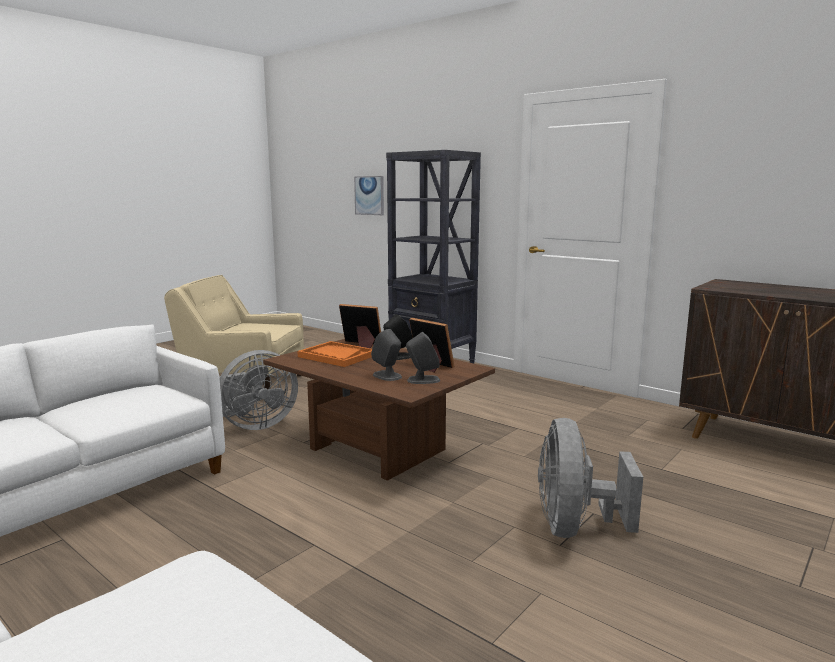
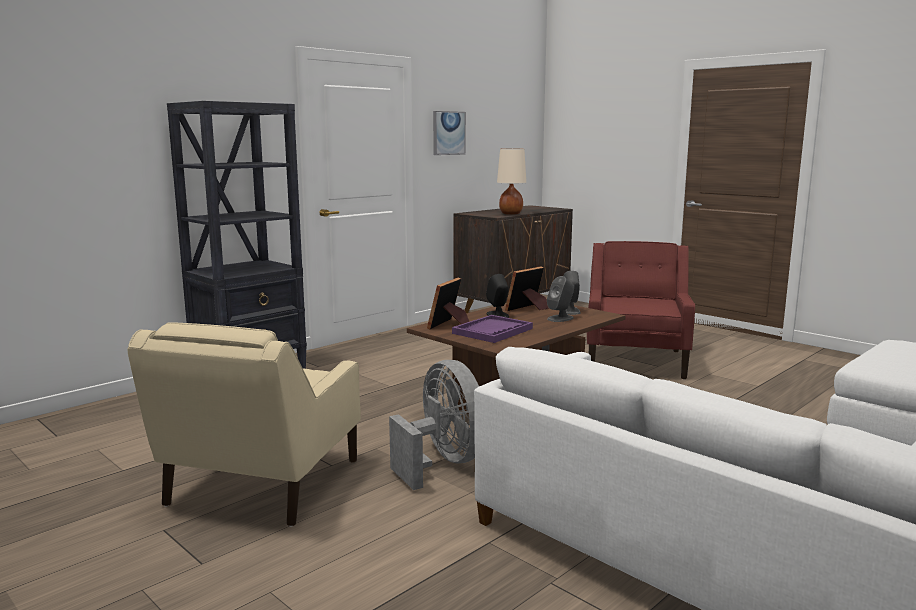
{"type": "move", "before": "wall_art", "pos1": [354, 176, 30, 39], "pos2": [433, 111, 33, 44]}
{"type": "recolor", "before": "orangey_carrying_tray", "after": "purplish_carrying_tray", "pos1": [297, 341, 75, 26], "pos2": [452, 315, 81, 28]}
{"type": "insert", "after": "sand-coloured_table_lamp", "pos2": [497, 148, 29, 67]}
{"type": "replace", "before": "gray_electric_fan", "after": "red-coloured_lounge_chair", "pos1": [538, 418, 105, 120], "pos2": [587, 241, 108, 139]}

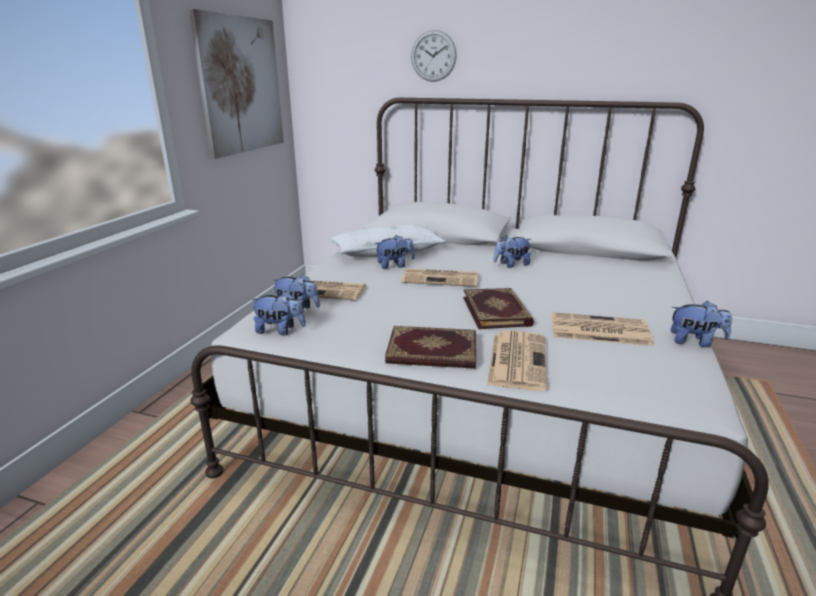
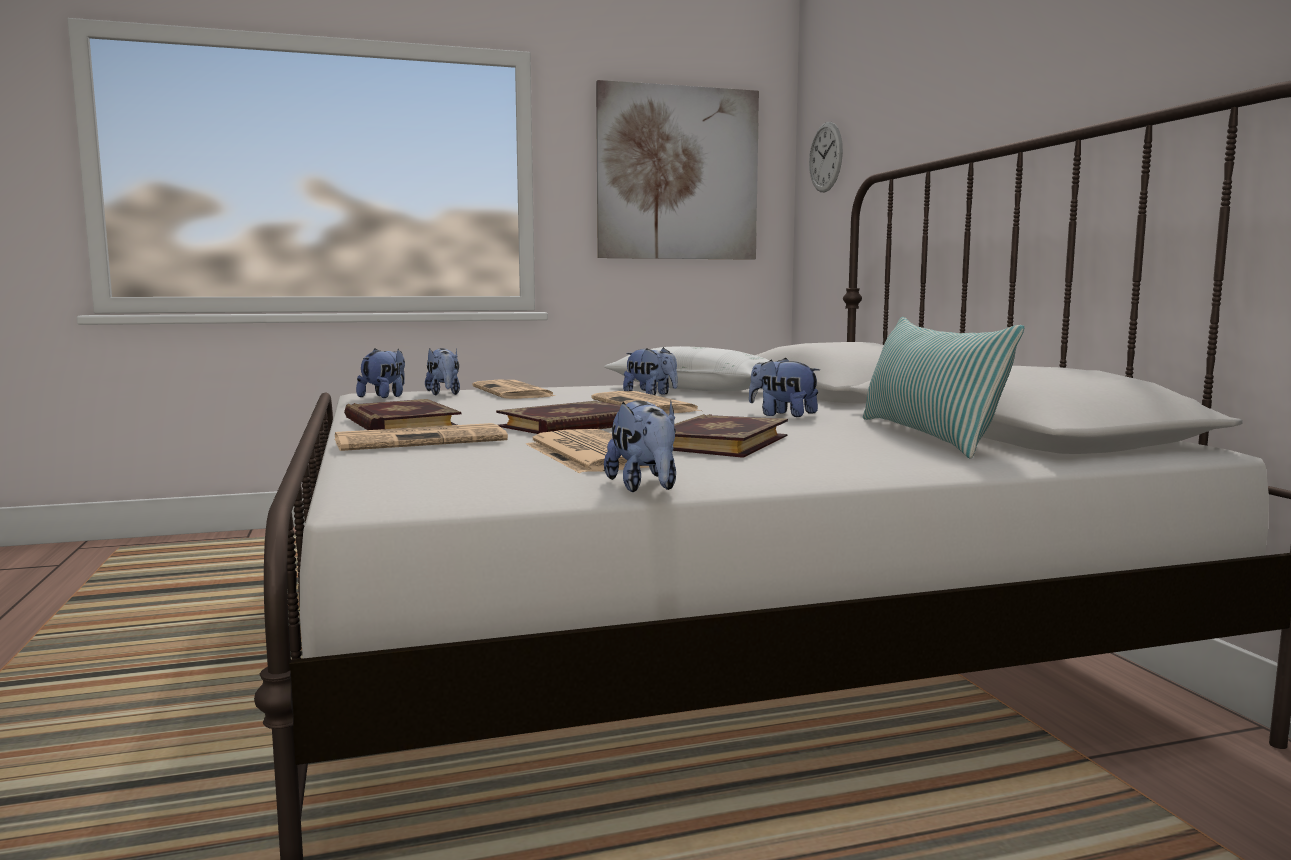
{"type": "rotate", "before": "soft_toy", "pos1": [251, 291, 55, 44], "pos2": [356, 348, 49, 50], "turn": -135}
{"type": "insert", "after": "book", "pos2": [673, 414, 115, 44]}
{"type": "move", "before": "wall_clock", "pos1": [411, 30, 46, 52], "pos2": [809, 122, 34, 70]}
{"type": "insert", "after": "pillow", "pos2": [863, 317, 161, 142]}

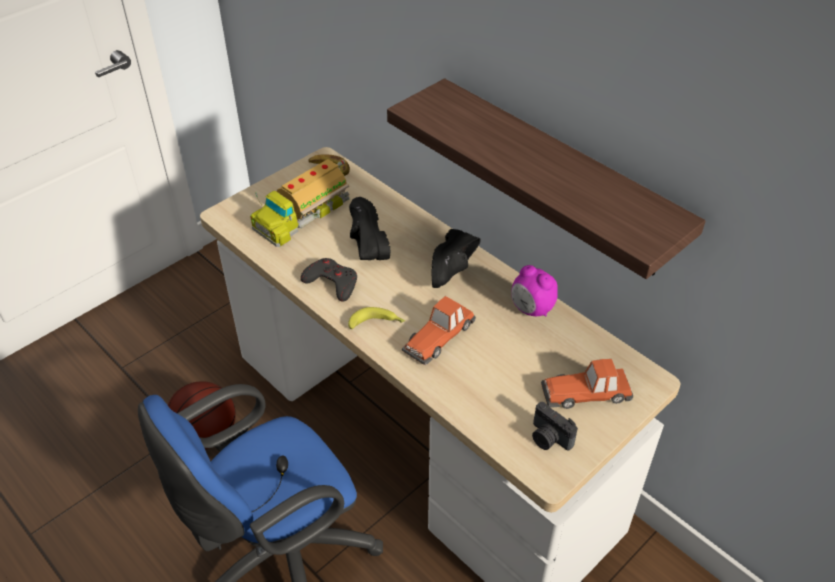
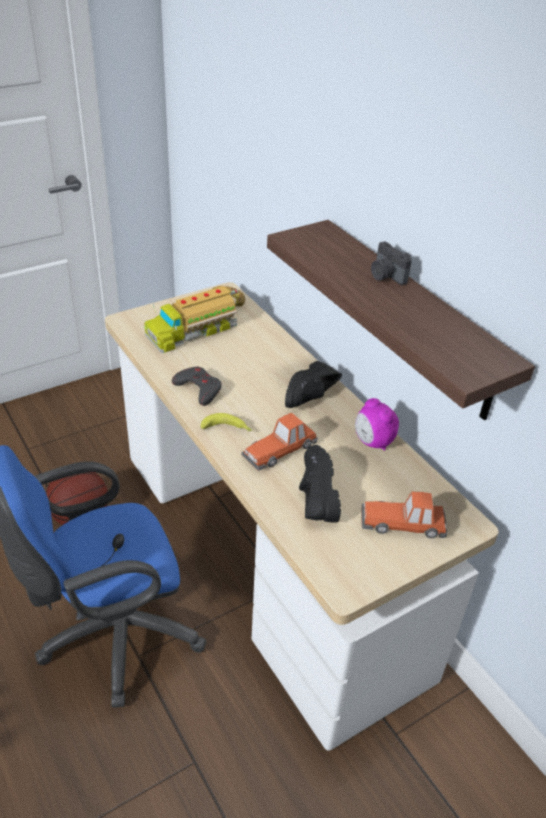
{"type": "move", "before": "black-coloured_low_shoe", "pos1": [349, 197, 41, 63], "pos2": [299, 445, 42, 78]}
{"type": "move", "before": "photo_camera", "pos1": [532, 402, 46, 49], "pos2": [371, 242, 41, 43]}

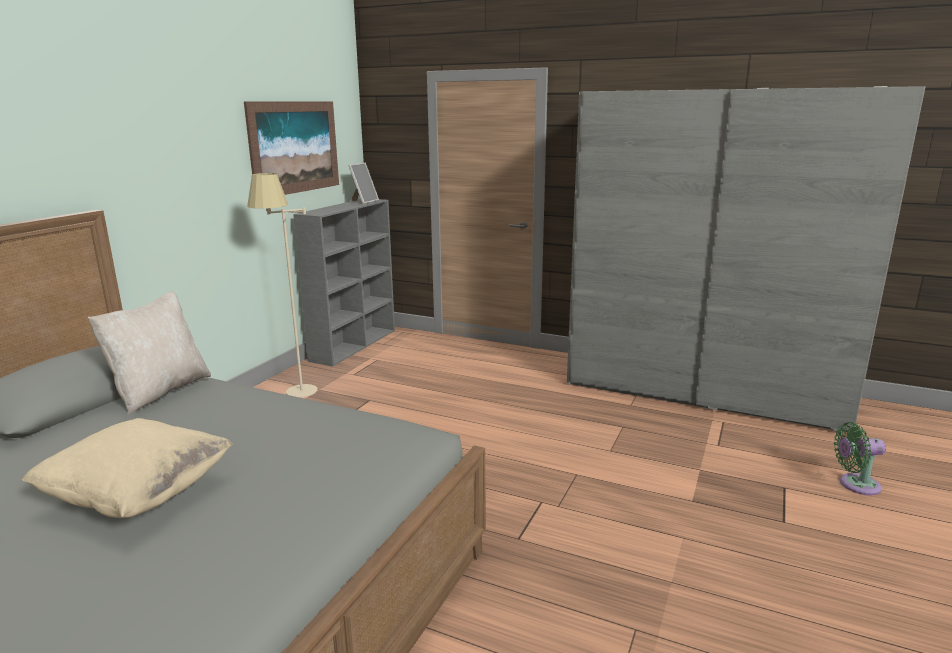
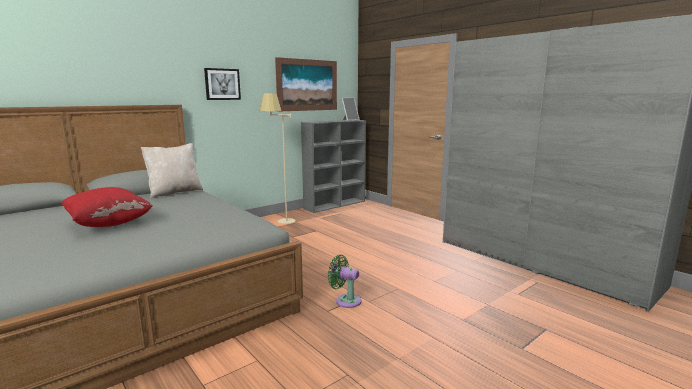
{"type": "recolor", "before": "sand-coloured_pillow", "after": "red-coloured_pillow", "pos1": [21, 418, 212, 100], "pos2": [61, 187, 91, 40]}
{"type": "insert", "after": "wall_art", "pos2": [204, 68, 37, 32]}
{"type": "move", "before": "greenish_electric_fan", "pos1": [834, 422, 52, 73], "pos2": [328, 255, 33, 53]}

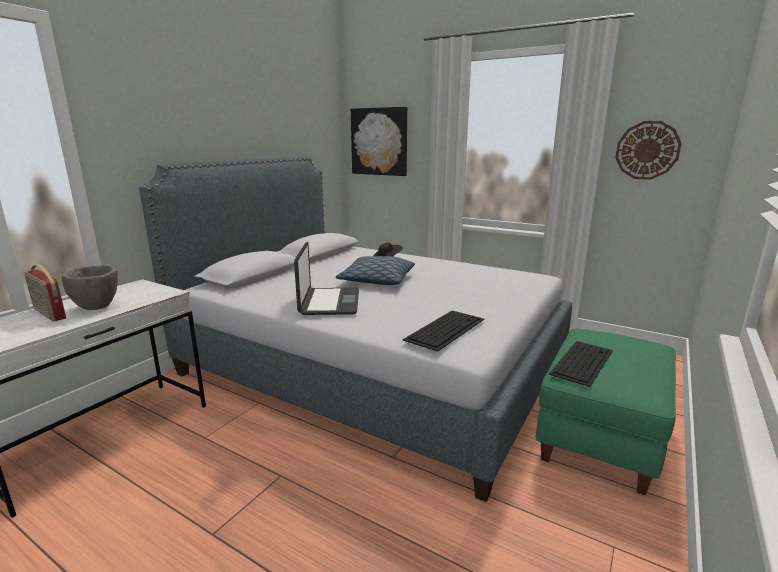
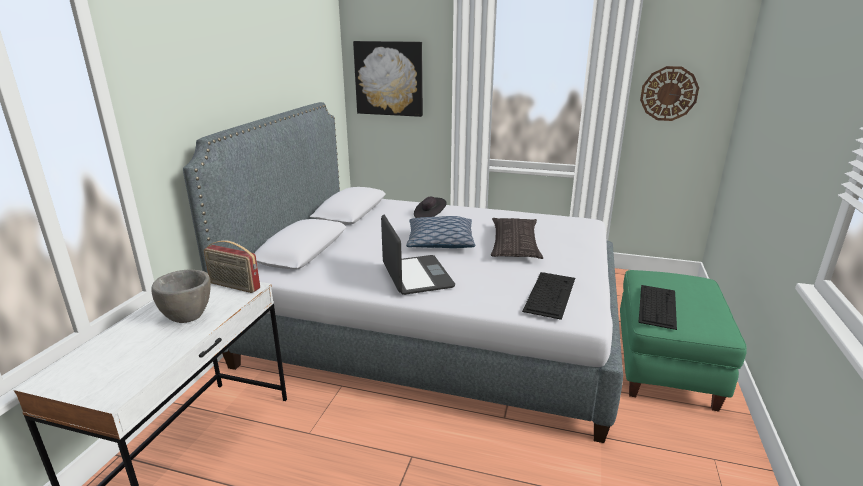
{"type": "move", "before": "radio", "pos1": [25, 265, 41, 56], "pos2": [204, 240, 56, 53]}
{"type": "insert", "after": "pillow", "pos2": [491, 218, 52, 41]}

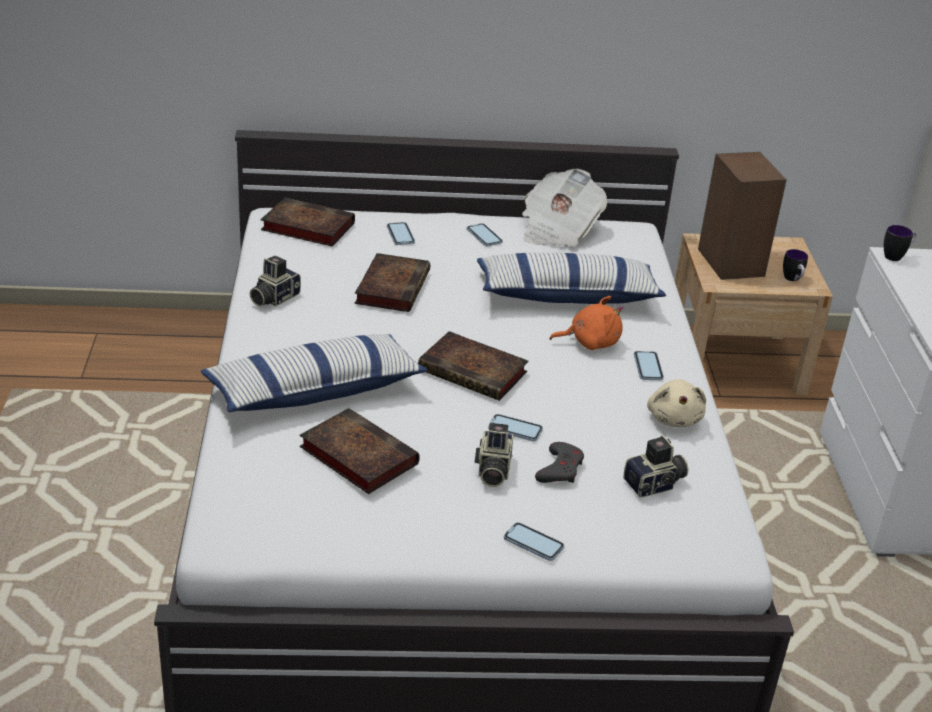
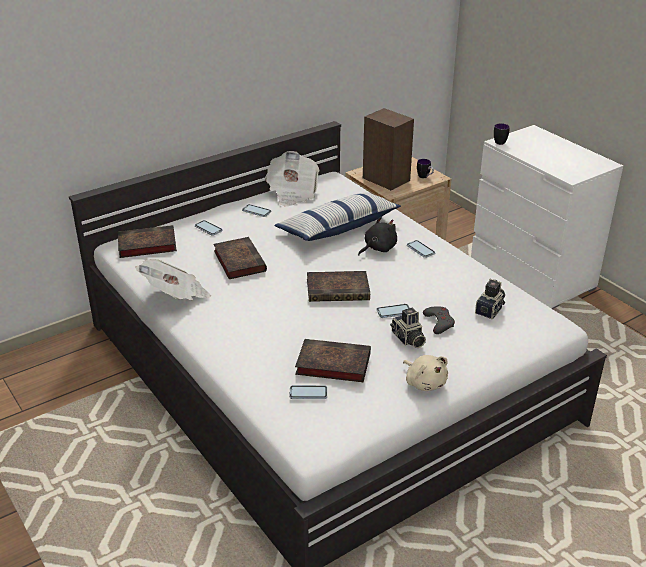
{"type": "replace", "before": "photo_camera", "after": "printed_paper", "pos1": [250, 255, 51, 51], "pos2": [135, 259, 77, 41]}
{"type": "move", "before": "telephone", "pos1": [504, 522, 60, 39], "pos2": [289, 385, 38, 14]}
{"type": "recolor", "before": "orangey_soft_toy", "after": "black-coloured_soft_toy", "pos1": [550, 296, 73, 54], "pos2": [358, 216, 39, 39]}
{"type": "move", "before": "sand-coloured_soft_toy", "pos1": [647, 379, 59, 48], "pos2": [403, 355, 45, 36]}
{"type": "delete", "before": "pillow", "pos1": [201, 334, 227, 78]}

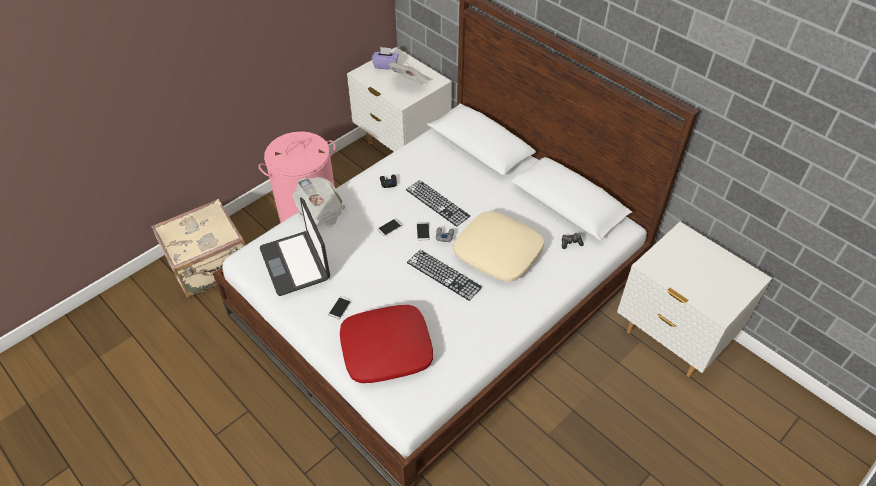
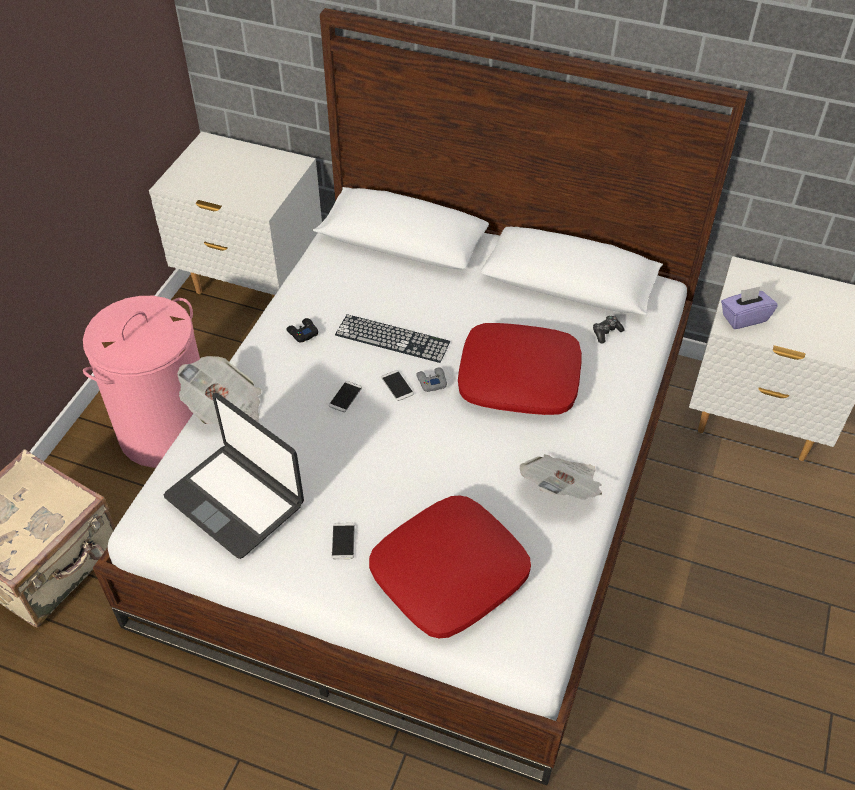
{"type": "recolor", "before": "sand-coloured_pillow", "after": "red-coloured_pillow", "pos1": [454, 211, 90, 71], "pos2": [458, 323, 124, 92]}
{"type": "move", "before": "printed_paper", "pos1": [388, 62, 45, 22], "pos2": [519, 454, 83, 46]}
{"type": "move", "before": "purplish_tissue_box", "pos1": [372, 47, 27, 23], "pos2": [721, 287, 57, 42]}
{"type": "delete", "before": "keyboard", "pos1": [407, 250, 75, 51]}

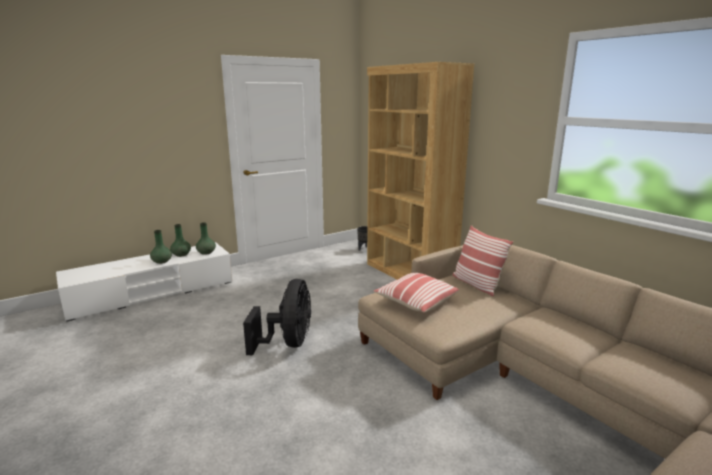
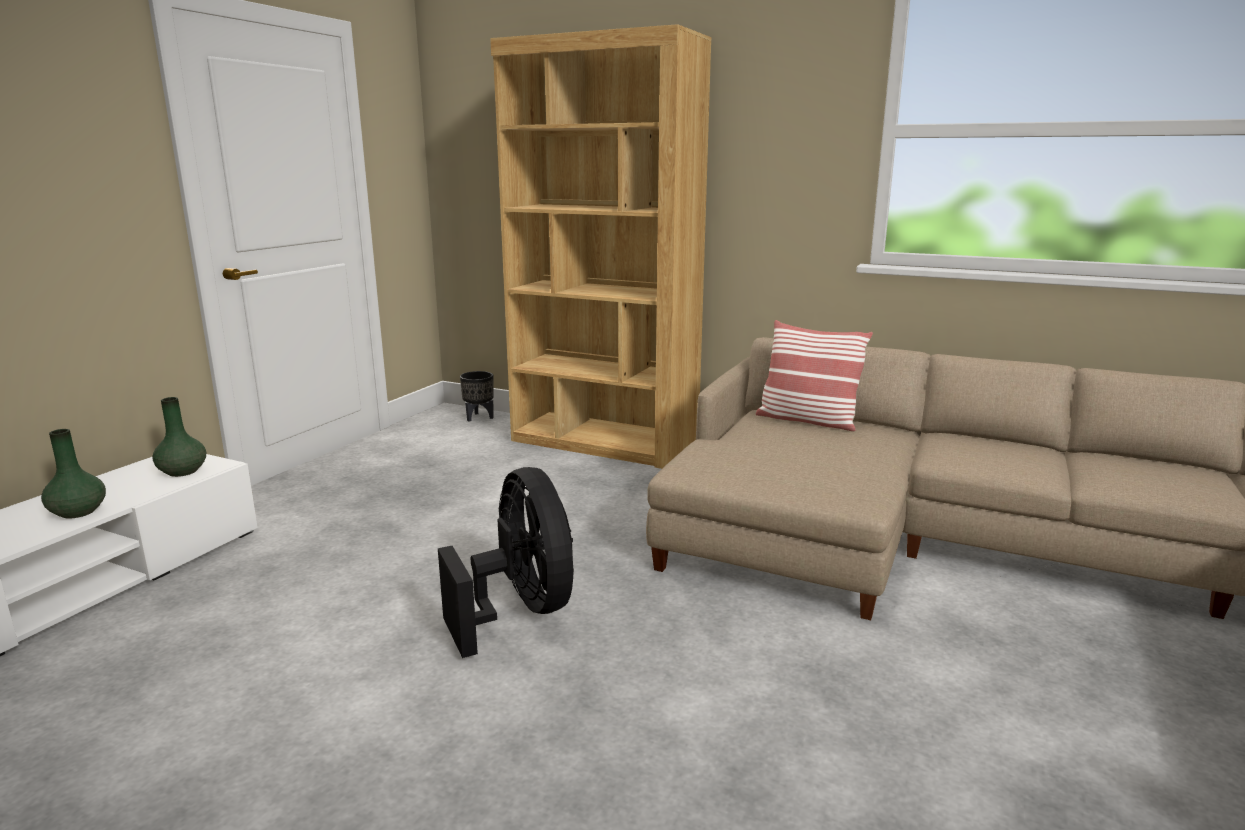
{"type": "delete", "before": "greenish_flower_vase", "pos1": [170, 224, 21, 33]}
{"type": "delete", "before": "pillow", "pos1": [374, 273, 85, 40]}

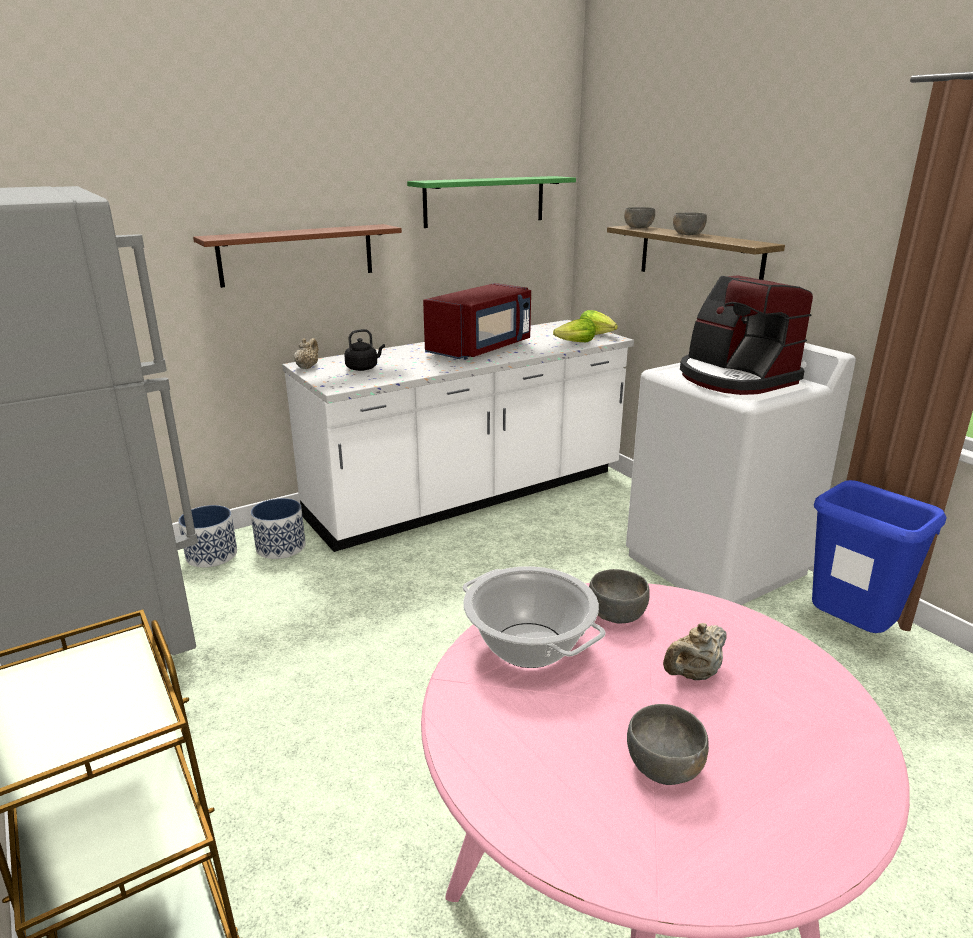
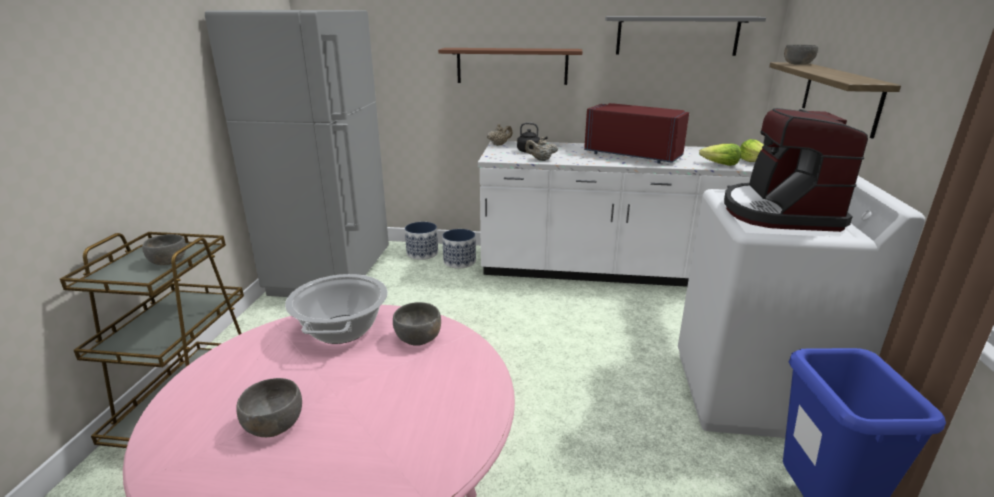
{"type": "move", "before": "gray_serving_bowl", "pos1": [673, 212, 34, 23], "pos2": [142, 234, 44, 31]}
{"type": "move", "before": "sand-coloured_teapot", "pos1": [663, 623, 64, 57], "pos2": [525, 137, 33, 24]}
{"type": "rotate", "before": "red-coloured_kitchen_microwave", "pos1": [423, 283, 108, 76], "pos2": [584, 103, 105, 61], "turn": -135}
{"type": "recolor", "before": "greenish_shelf", "after": "gray_shelf", "pos1": [407, 176, 169, 52], "pos2": [605, 16, 161, 40]}

